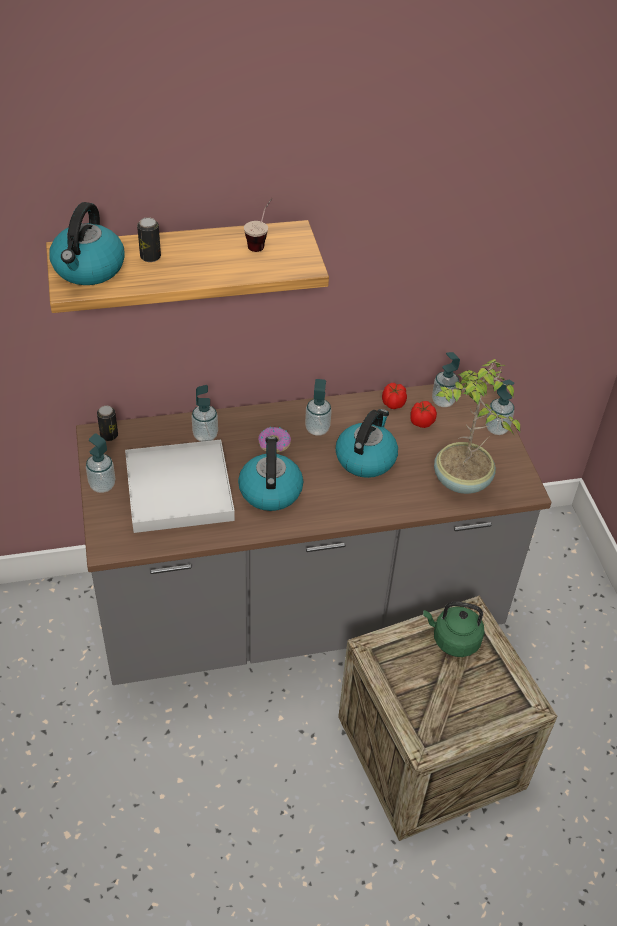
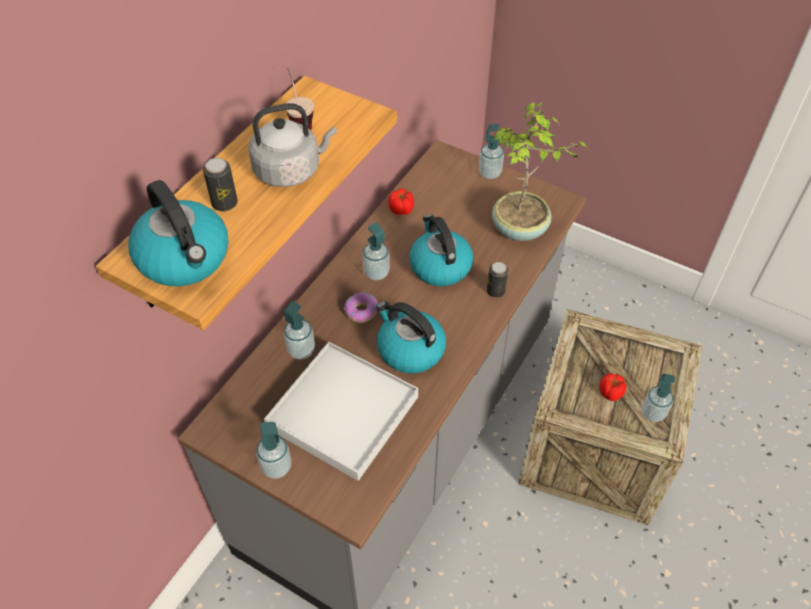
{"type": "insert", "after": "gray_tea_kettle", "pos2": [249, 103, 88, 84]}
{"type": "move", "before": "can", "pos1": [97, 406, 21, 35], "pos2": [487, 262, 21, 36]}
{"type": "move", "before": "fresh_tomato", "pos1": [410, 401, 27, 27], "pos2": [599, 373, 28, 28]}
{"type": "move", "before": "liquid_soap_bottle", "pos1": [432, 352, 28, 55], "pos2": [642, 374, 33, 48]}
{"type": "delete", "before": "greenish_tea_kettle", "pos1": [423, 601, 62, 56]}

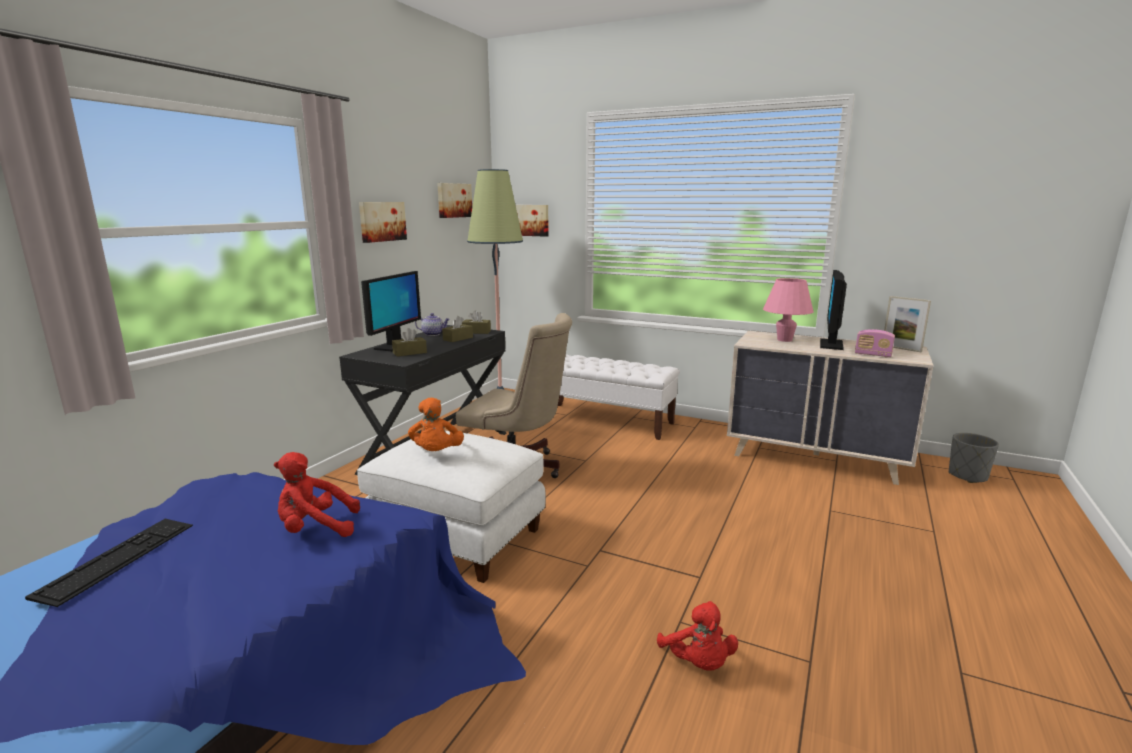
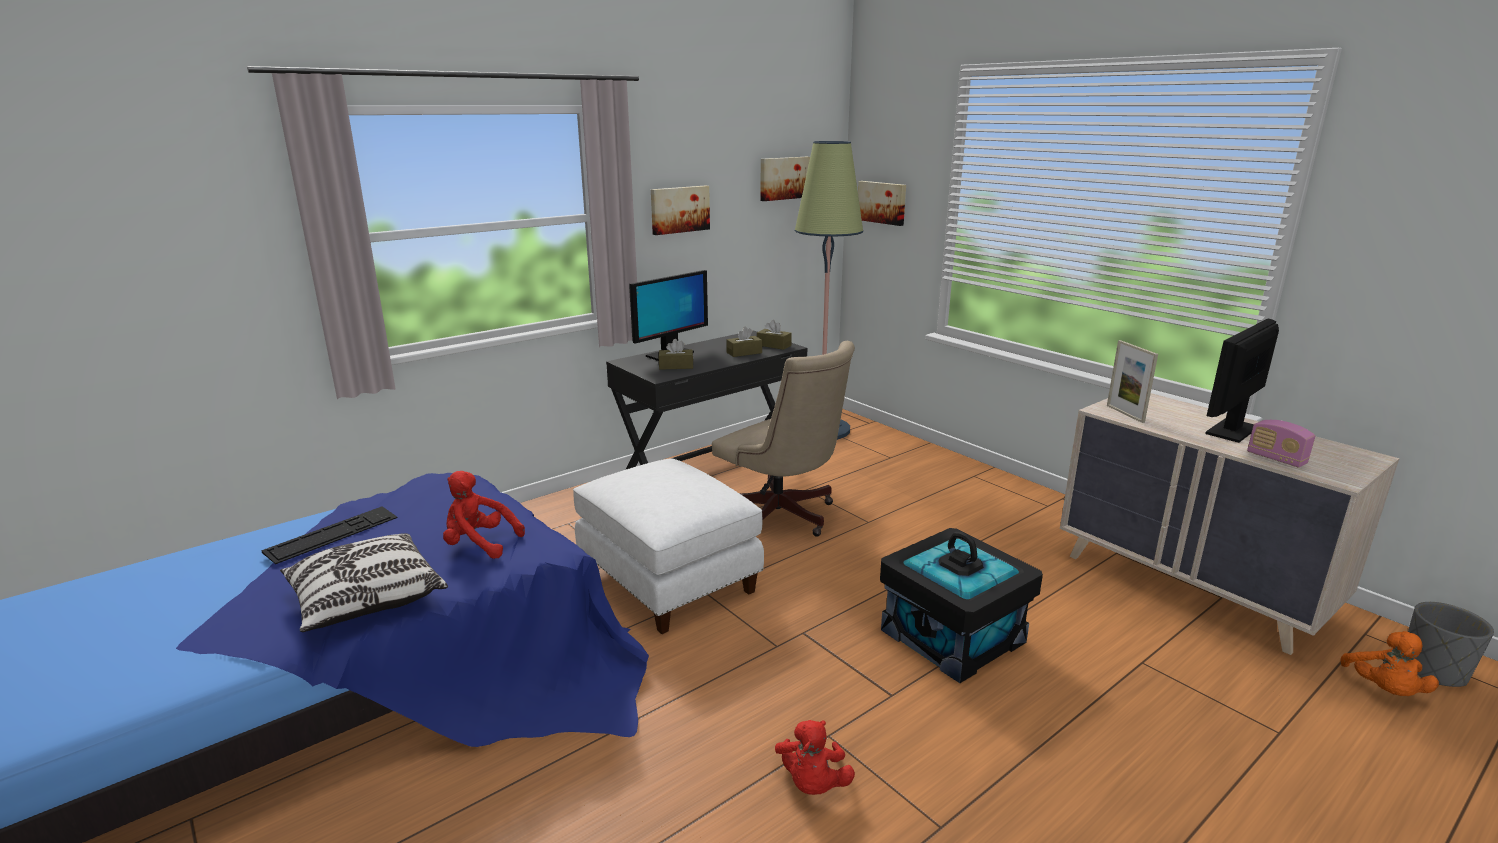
{"type": "insert", "after": "pillow", "pos2": [280, 533, 168, 99]}
{"type": "insert", "after": "black-coloured_storage_box", "pos2": [880, 528, 163, 155]}
{"type": "move", "before": "standing_frame", "pos1": [884, 296, 47, 56], "pos2": [1107, 340, 51, 83]}
{"type": "move", "before": "orangey_soft_toy", "pos1": [408, 398, 56, 53], "pos2": [1340, 631, 99, 65]}
{"type": "delete", "before": "teapot", "pos1": [415, 313, 35, 23]}
{"type": "delete", "before": "white-coloured_indoor_bench", "pos1": [558, 354, 122, 86]}
{"type": "delete", "before": "pink-coloured_table_lamp", "pos1": [763, 278, 51, 64]}

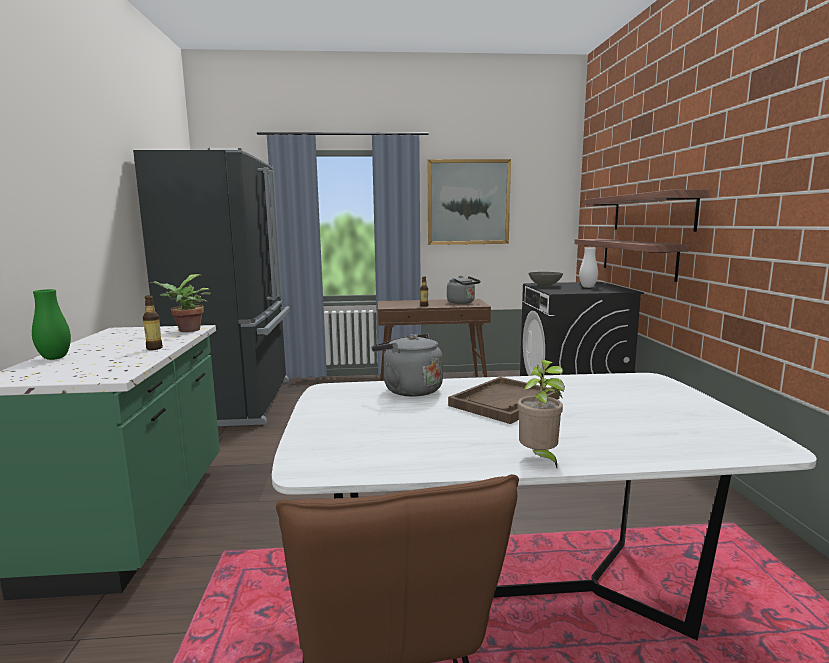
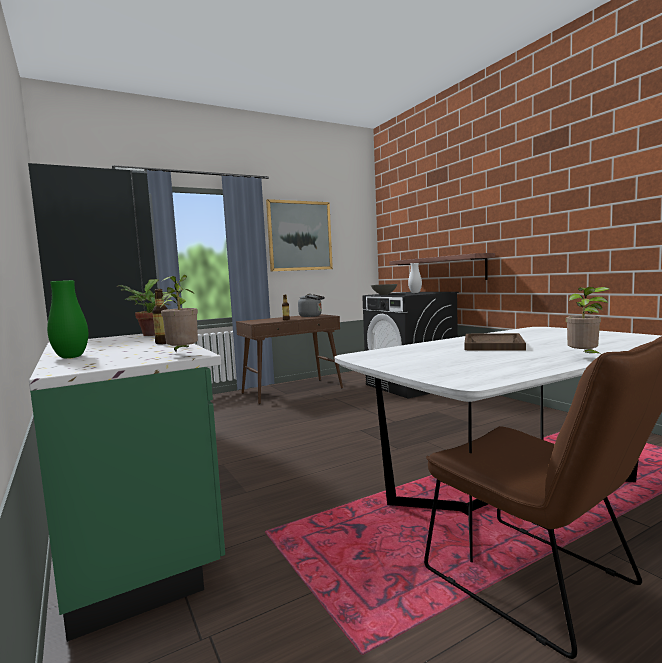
{"type": "insert", "after": "houseplant", "pos2": [160, 275, 38, 78]}
{"type": "delete", "before": "gray_tea_kettle", "pos1": [372, 333, 71, 64]}
{"type": "delete", "before": "shelf", "pos1": [584, 190, 126, 42]}

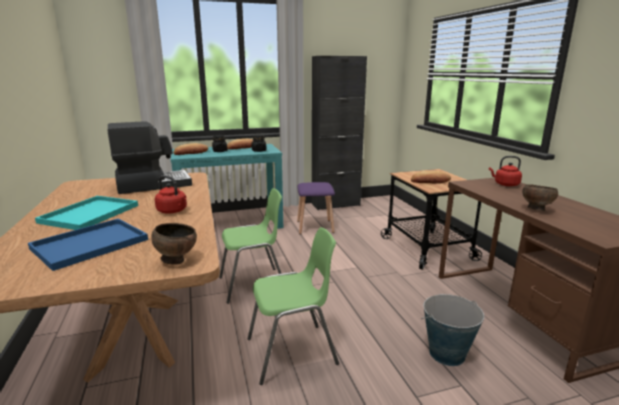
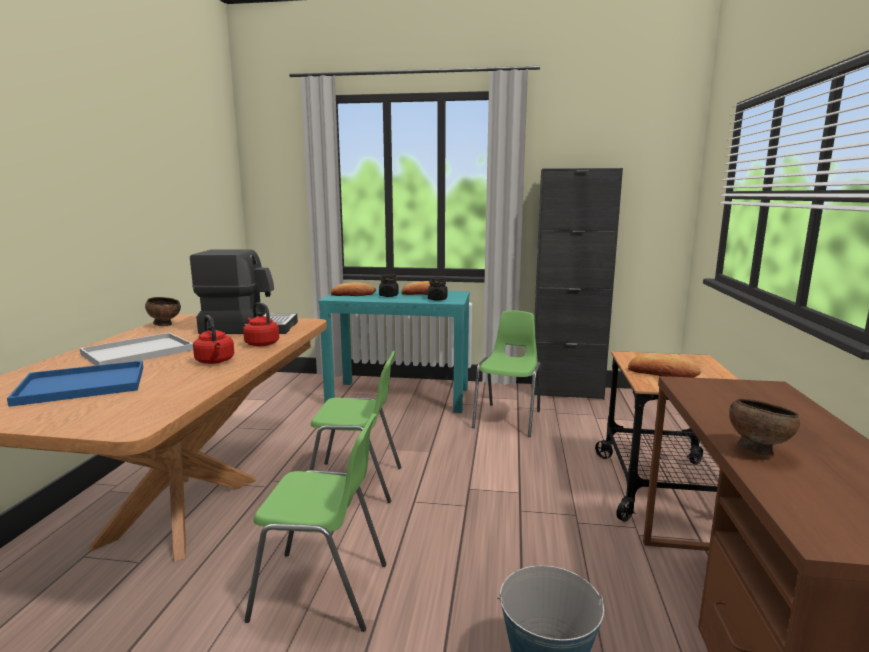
{"type": "recolor", "before": "turquoise_carrying_tray", "after": "white-coloured_carrying_tray", "pos1": [35, 196, 103, 34], "pos2": [79, 333, 114, 33]}
{"type": "move", "before": "brown_serving_bowl", "pos1": [151, 223, 46, 42], "pos2": [145, 297, 36, 29]}
{"type": "move", "before": "red-coloured_tea_kettle", "pos1": [489, 156, 33, 30], "pos2": [243, 302, 36, 45]}
{"type": "replace", "before": "purplish_stool", "after": "greenish_plain_chair", "pos1": [297, 182, 38, 52], "pos2": [472, 310, 69, 127]}

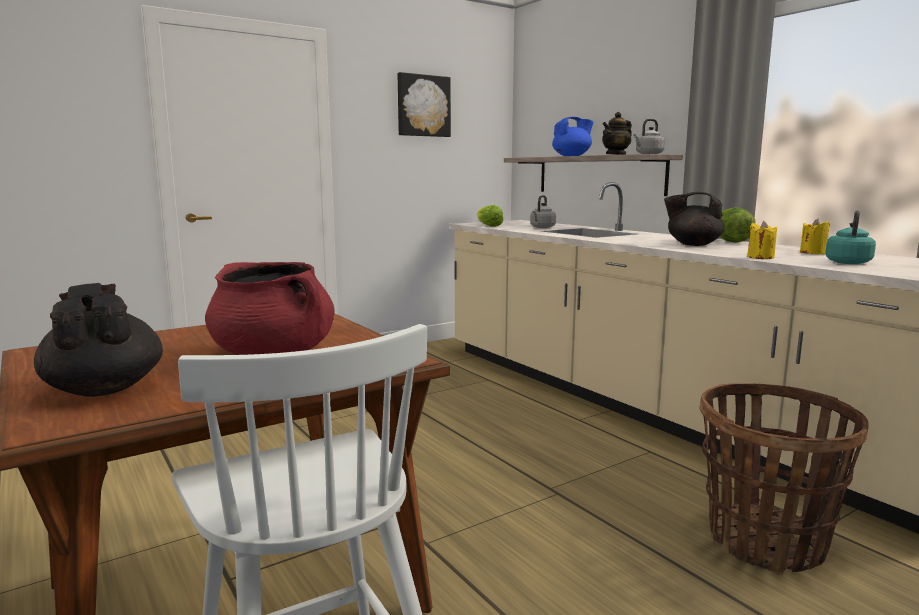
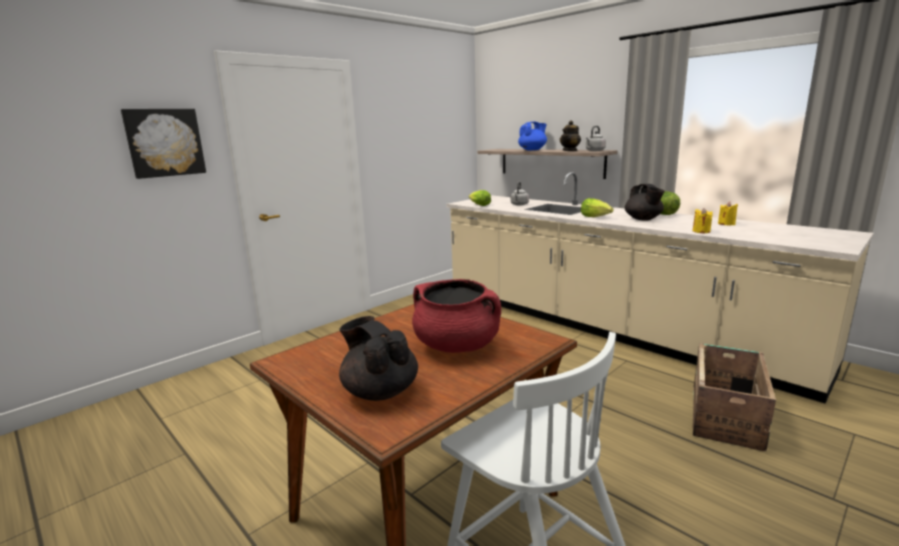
{"type": "move", "before": "wall_art", "pos1": [398, 72, 53, 65], "pos2": [121, 109, 85, 70]}
{"type": "insert", "after": "lettuce_head", "pos2": [581, 198, 33, 19]}
{"type": "rotate", "before": "black-coloured_teapot", "pos1": [664, 192, 61, 54], "pos2": [625, 184, 40, 36], "turn": -105}
{"type": "replace", "before": "storage_basket", "after": "crate", "pos1": [699, 383, 170, 191], "pos2": [693, 343, 83, 109]}
{"type": "delete", "before": "turquoise_tea_kettle", "pos1": [825, 210, 51, 54]}

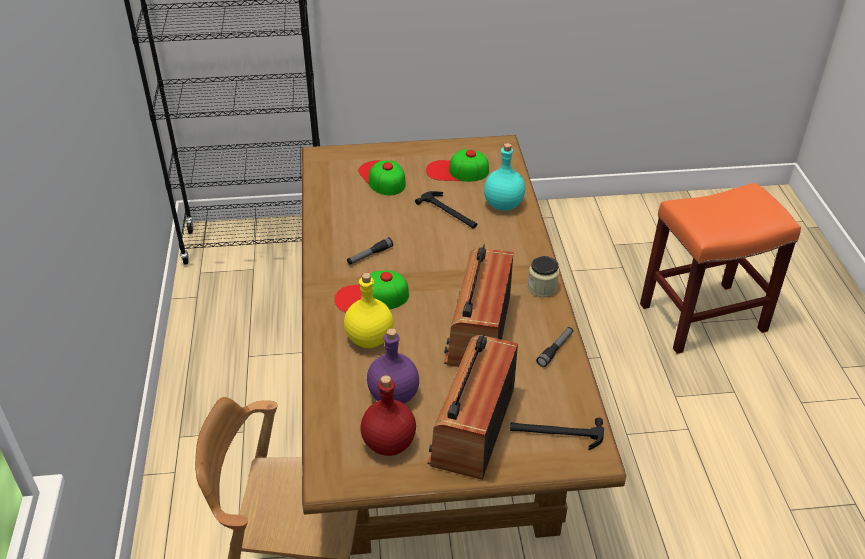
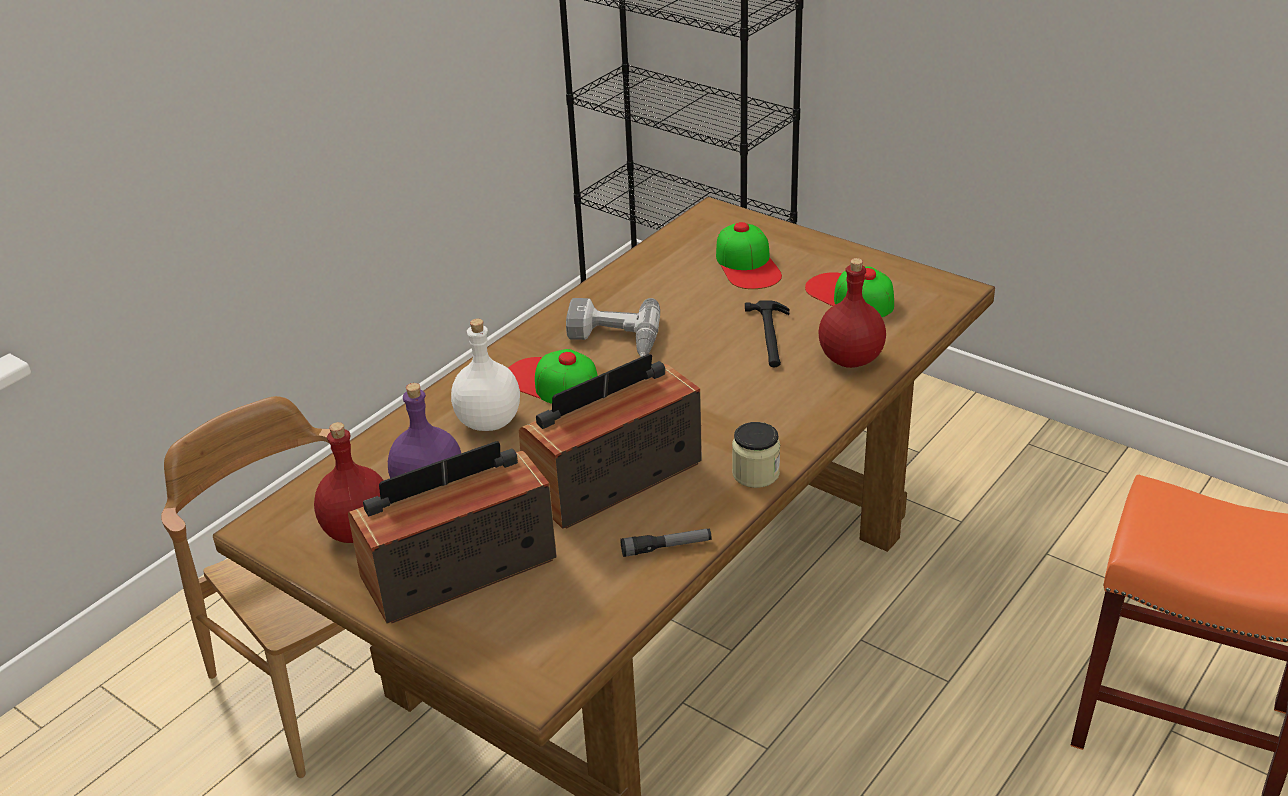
{"type": "recolor", "before": "yellow_drink_bottle", "after": "white-coloured_drink_bottle", "pos1": [344, 273, 50, 75], "pos2": [451, 319, 69, 112]}
{"type": "replace", "before": "torch", "after": "electric_drill", "pos1": [347, 237, 46, 28], "pos2": [566, 298, 94, 59]}
{"type": "rotate", "before": "baseball_cap", "pos1": [358, 160, 48, 35], "pos2": [716, 222, 66, 67], "turn": 150}
{"type": "recolor", "before": "turquoise_drink_bottle", "after": "red-coloured_drink_bottle", "pos1": [484, 143, 41, 68], "pos2": [818, 258, 68, 110]}
{"type": "delete", "before": "hand_hammer", "pos1": [510, 418, 94, 32]}

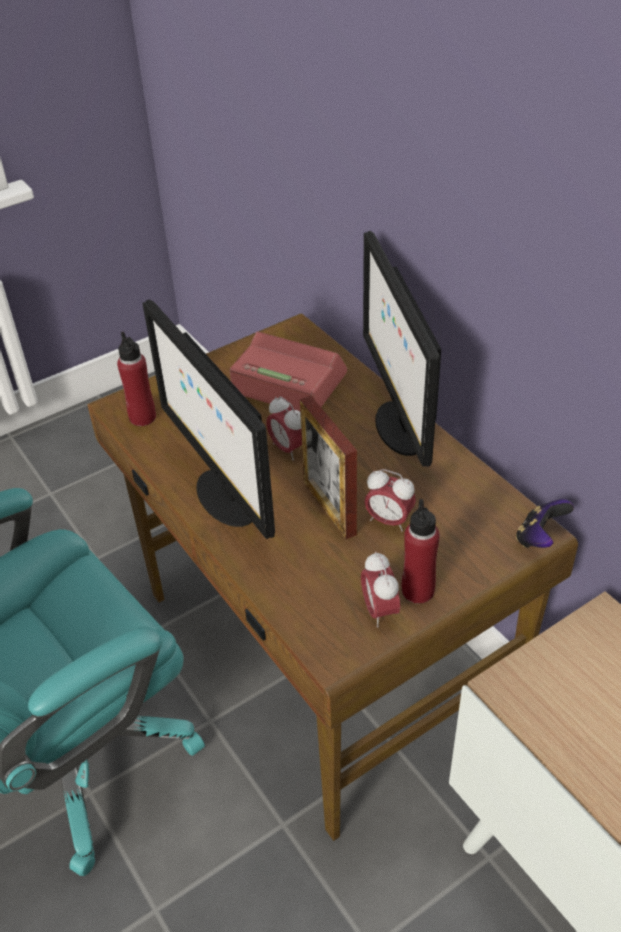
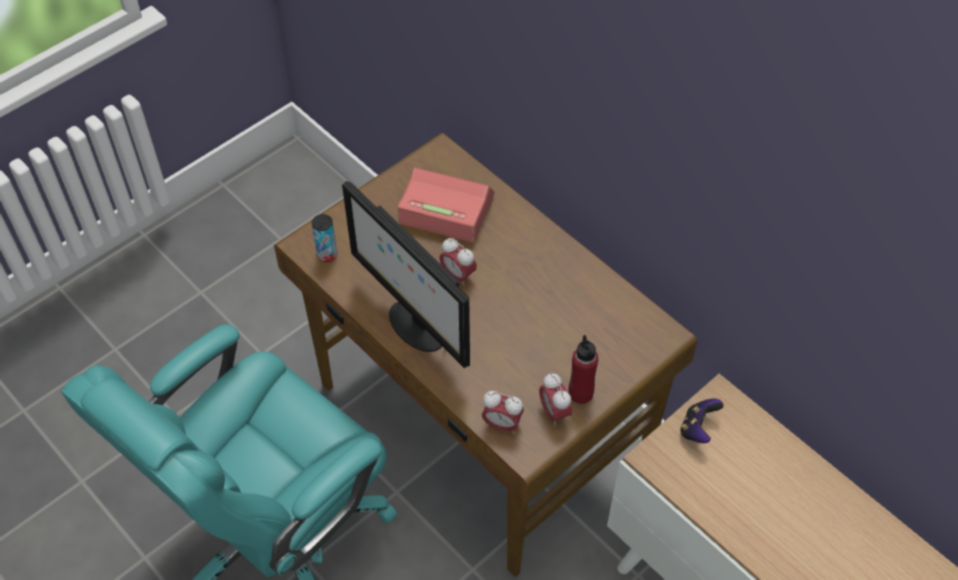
{"type": "replace", "before": "red-coloured_drink_bottle", "after": "can", "pos1": [117, 331, 39, 95], "pos2": [312, 214, 25, 48]}
{"type": "move", "before": "bedside_clock", "pos1": [364, 469, 52, 62], "pos2": [482, 391, 42, 43]}
{"type": "move", "before": "joypad", "pos1": [516, 499, 58, 49], "pos2": [680, 398, 43, 45]}
{"type": "delete", "before": "standing_frame", "pos1": [300, 396, 57, 143]}
{"type": "delete", "before": "computer_screen", "pos1": [363, 231, 78, 236]}

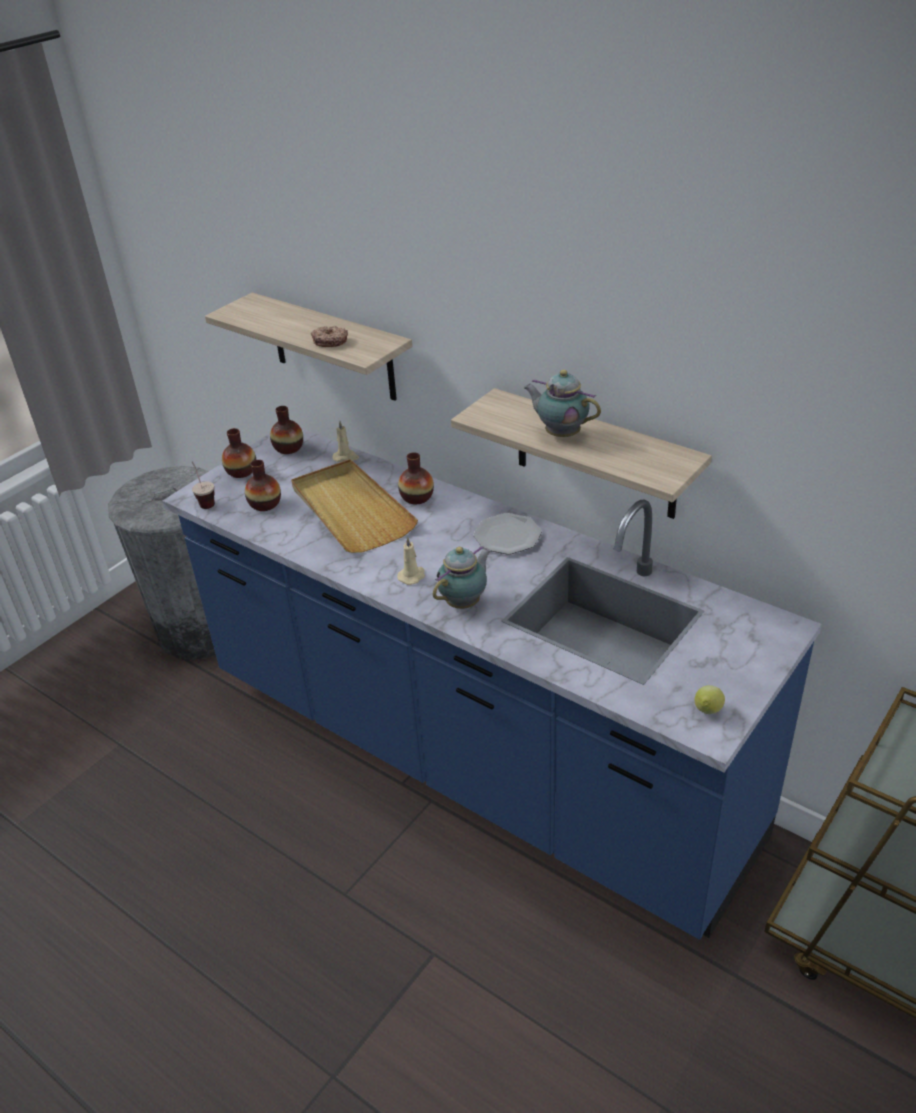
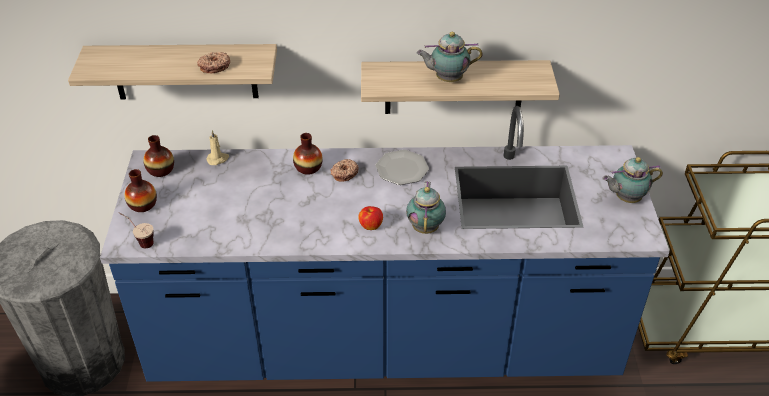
{"type": "insert", "after": "ring_doughnut", "pos2": [331, 159, 28, 23]}
{"type": "replace", "before": "sand-coloured_wax_candle", "after": "whole_apple", "pos1": [397, 537, 28, 48], "pos2": [358, 206, 25, 24]}
{"type": "insert", "after": "teapot", "pos2": [602, 157, 61, 46]}
{"type": "delete", "before": "flower_vase", "pos1": [245, 460, 36, 51]}
{"type": "delete", "before": "sand-coloured_carrying_tray", "pos1": [291, 459, 127, 94]}
{"type": "delete", "before": "whole_lemon", "pos1": [694, 685, 31, 29]}

